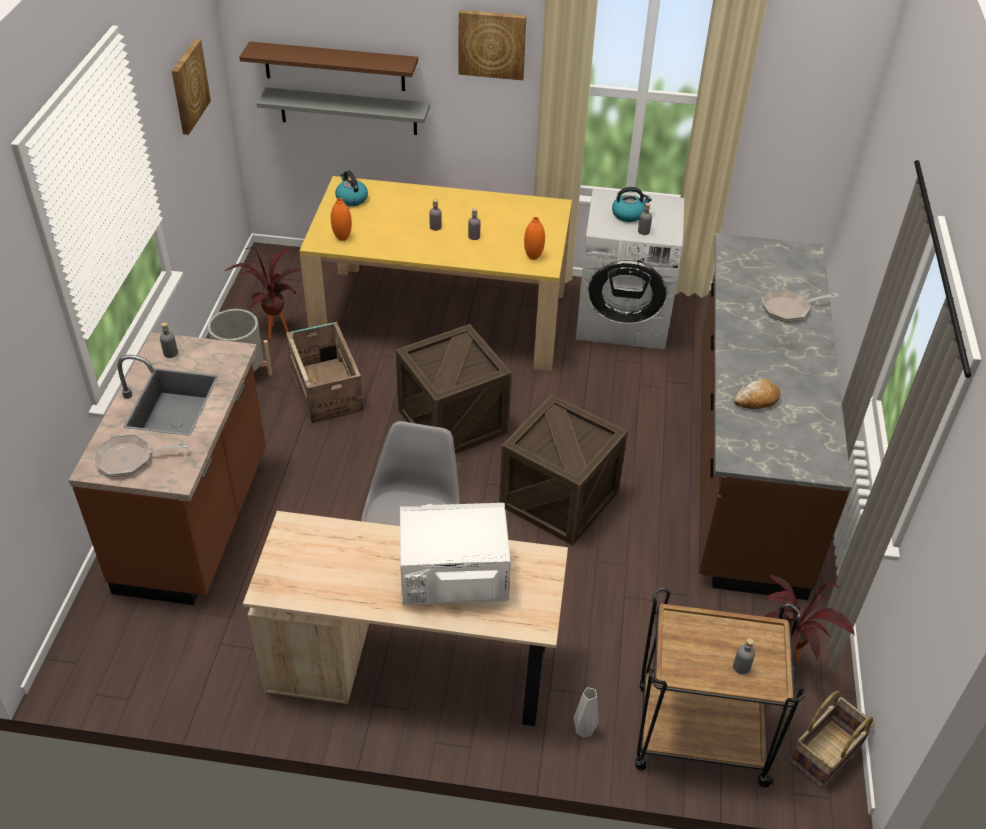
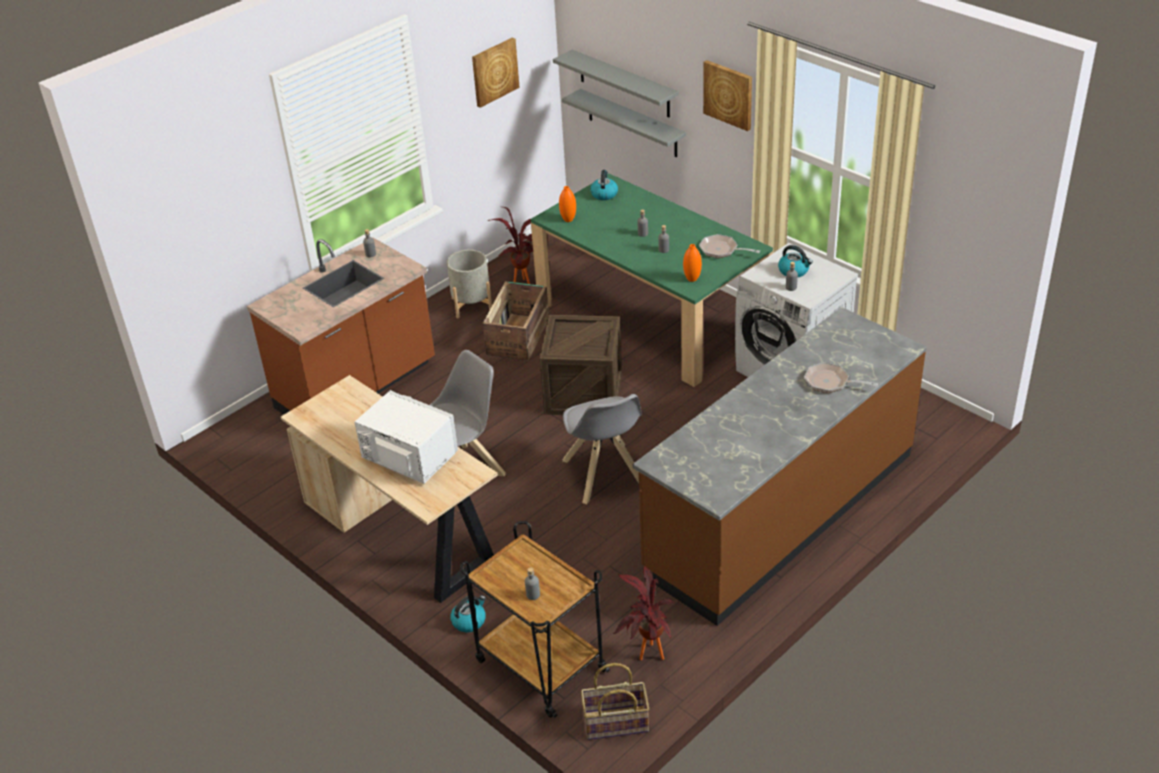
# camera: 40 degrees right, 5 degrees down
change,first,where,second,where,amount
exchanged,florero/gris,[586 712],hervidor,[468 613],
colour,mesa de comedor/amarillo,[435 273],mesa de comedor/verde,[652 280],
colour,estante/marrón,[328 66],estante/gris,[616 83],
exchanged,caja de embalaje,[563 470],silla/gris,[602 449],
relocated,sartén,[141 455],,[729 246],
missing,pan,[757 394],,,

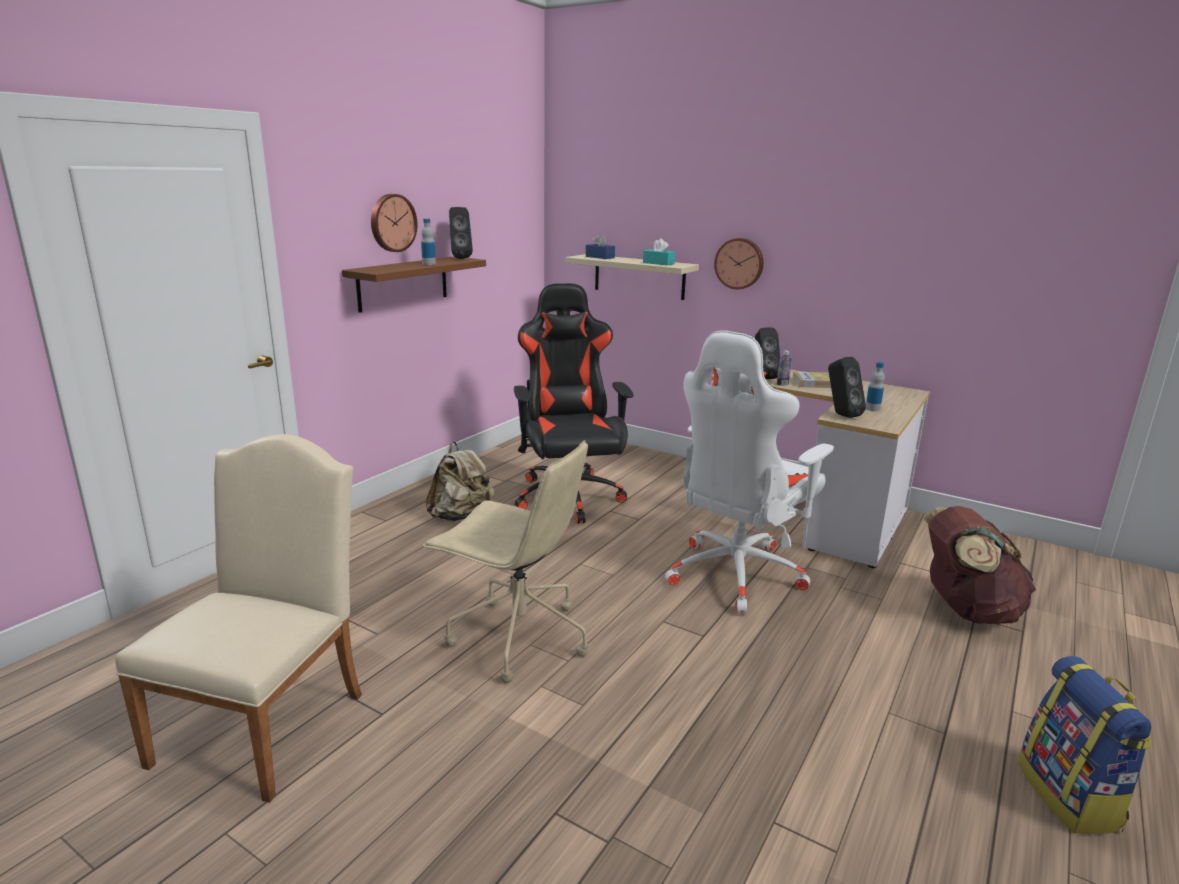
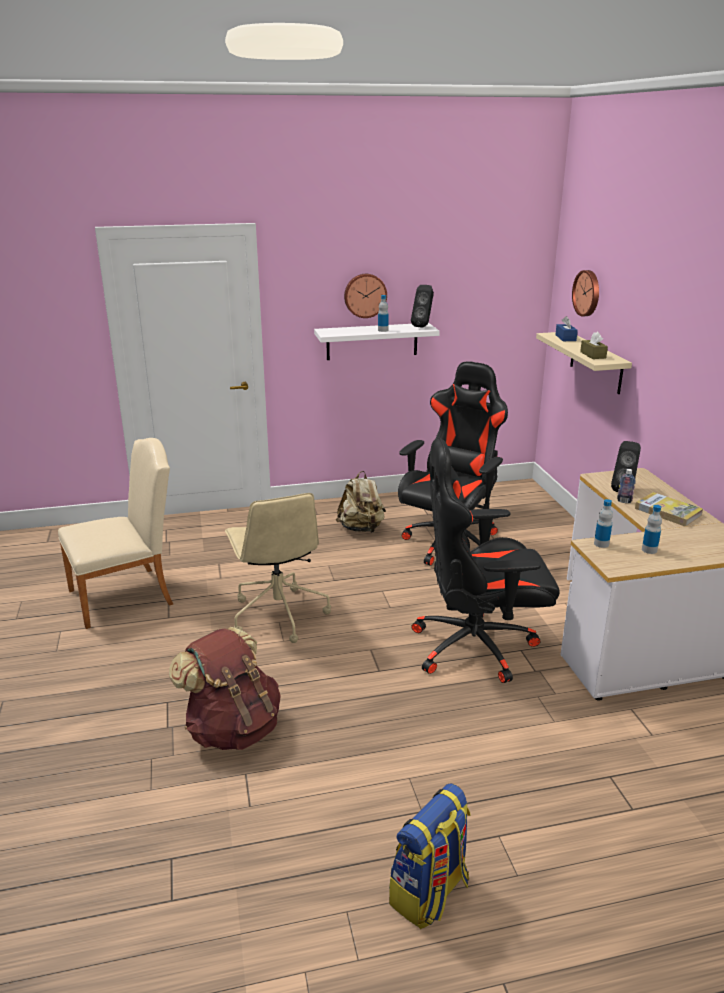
# camera: 45 degrees right, 5 degrees up
change,first,where,second,where,amount
relocated,mochila/marrón,[979 565],,[225 688],
colour,estante/marrón,[414 285],estante/blanco,[377 341],
colour,silla de oficina/blanco,[749 472],silla de oficina/negro,[485 560],
relocated,reloj de pared,[739 263],,[585 293],
colour,caja de pañuelos/turquesa,[659 251],caja de pañuelos/marrón,[594 345],
exchanged,altavoz/negro,[847 387],botella,[603 523],

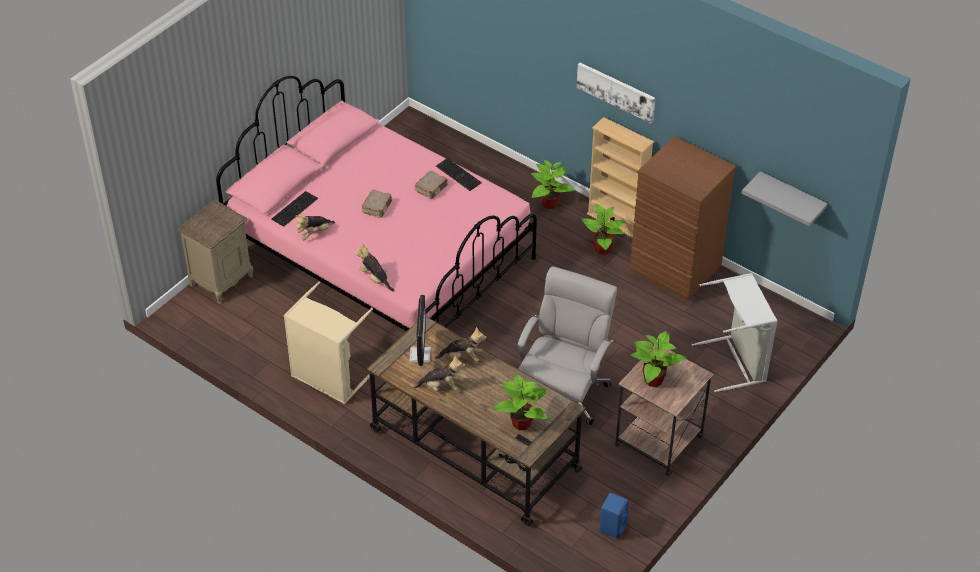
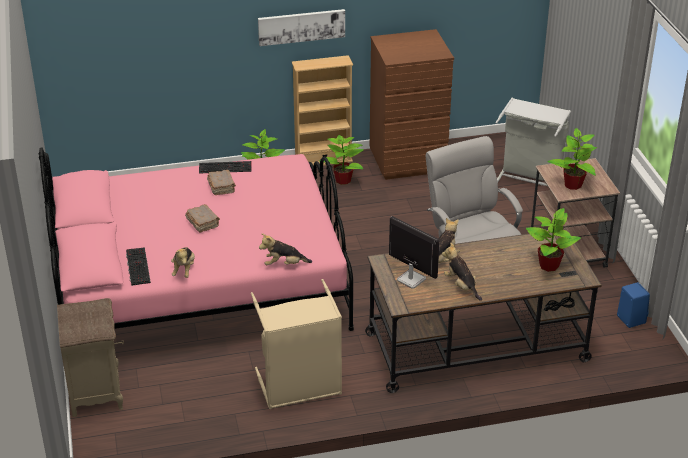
# camera: 50 degrees left, 10 degrees down
change,first,where,second,where,amount
spun,peluche,[439 374],,[462 271],75 degrees counterclockwise
missing,estante/gris,[785 198],,,

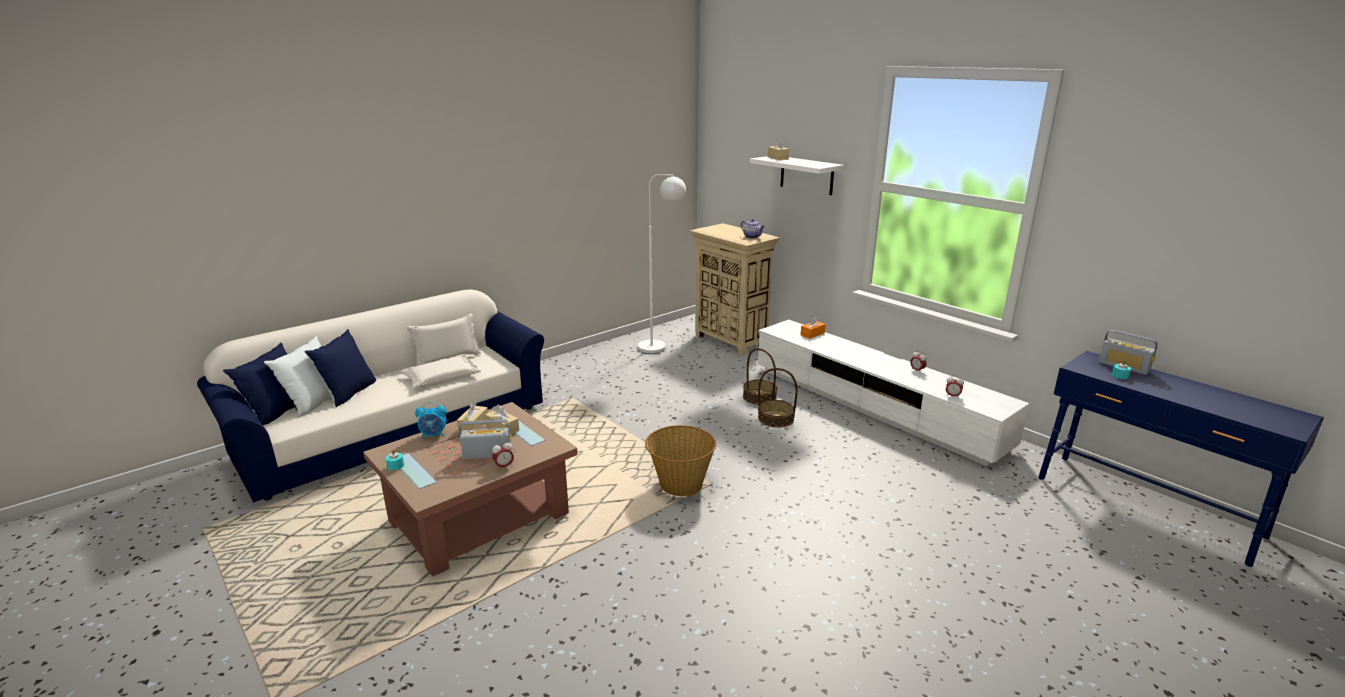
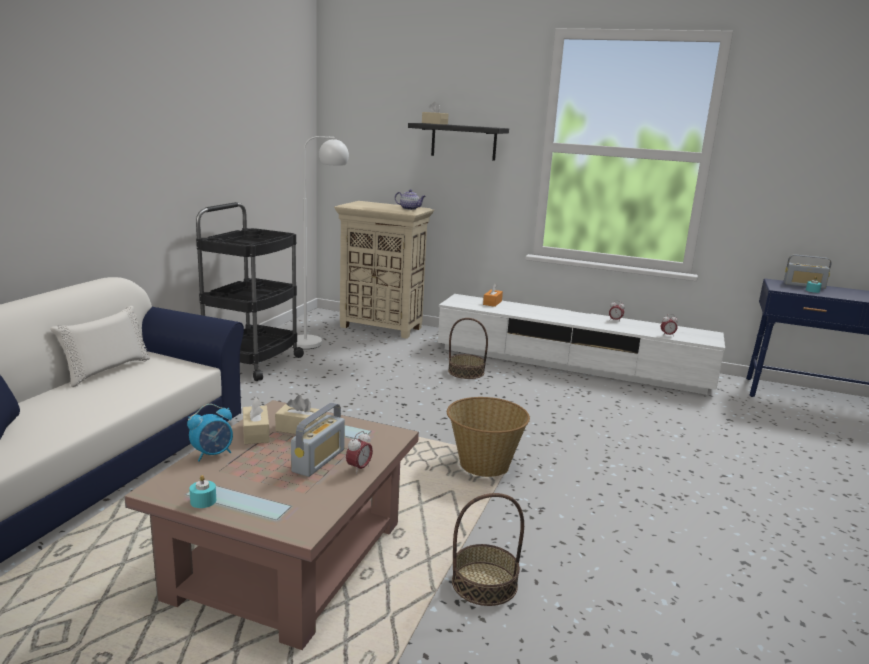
# camera: 30 degrees left, 5 degrees down
change,first,where,second,where,amount
appeared,,,carrito/negro,[250 291],
spun,radio,[485 439],,[318 440],150 degrees clockwise
colour,estante/blanco,[797 175],estante/negro,[458 142],
relocated,cesta,[778 398],,[488 549],
missing,cojín/blanco,[440 372],,,

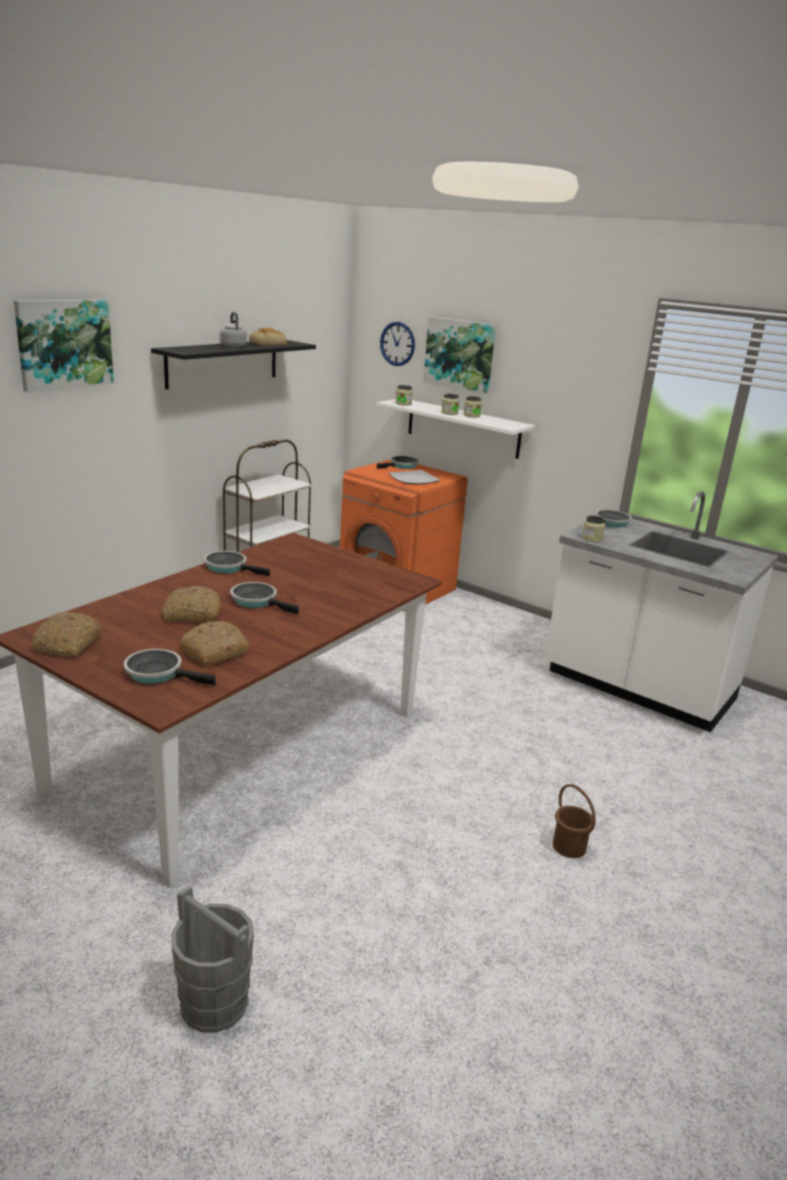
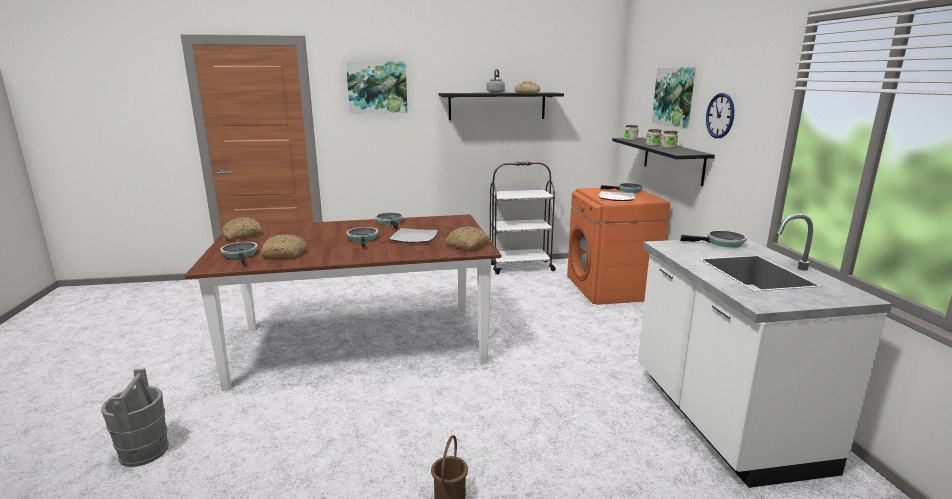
# camera: 45 degrees right, 5 degrees down
change,first,where,second,where,amount
appeared,,,plato,[413 235],
relocated,pan,[191 604],,[467 238],
colour,estante/blanco,[456 429],estante/negro,[663 162],
relocated,reloj de pared,[397 344],,[720 115],
missing,tarro,[593 529],,,

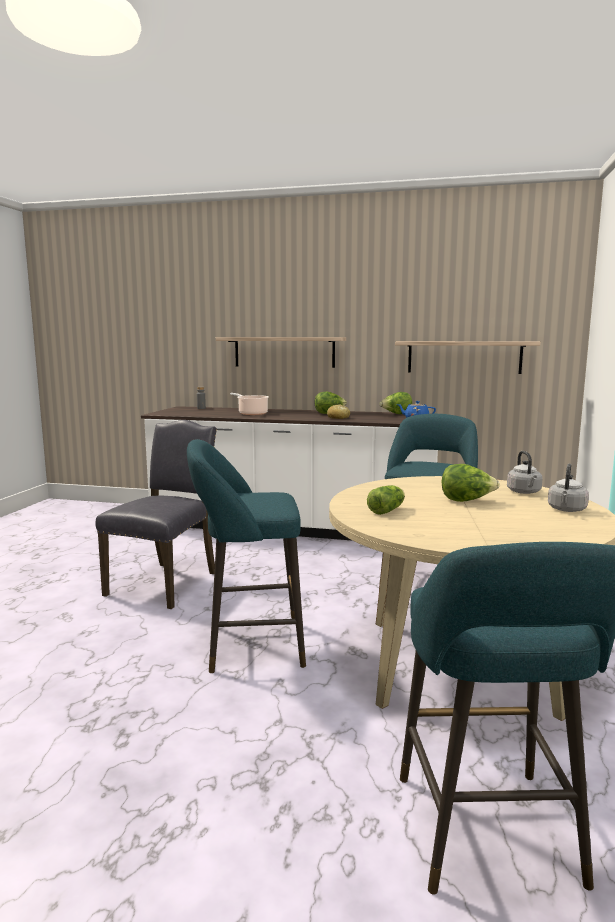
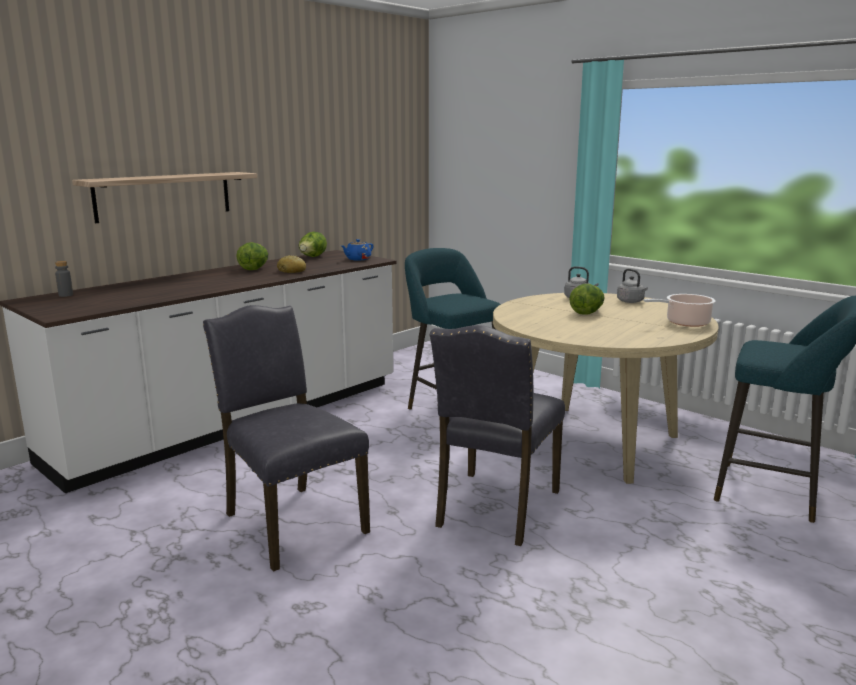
# camera: 60 degrees left, 5 degrees up
change,first,where,second,where,amount
exchanged,taburete/turquesa,[246 556],silla/gris,[497 435],
relocated,olla,[249 404],,[679 310],
missing,lechuga,[386 500],,,
missing,estante,[467 357],,,

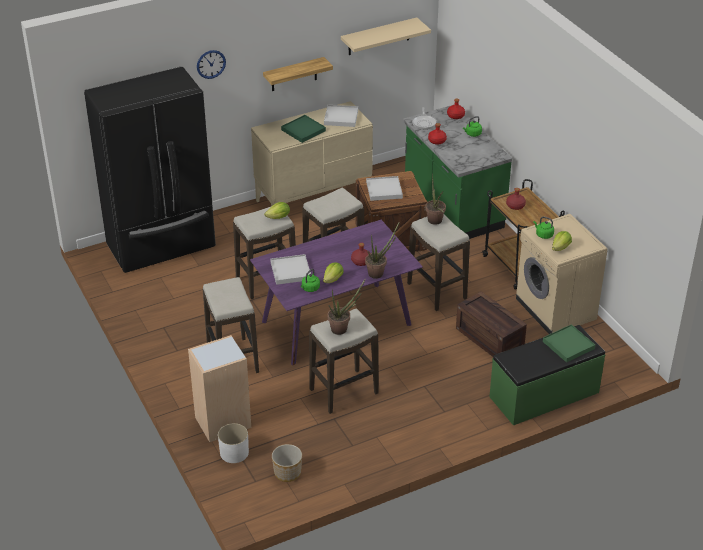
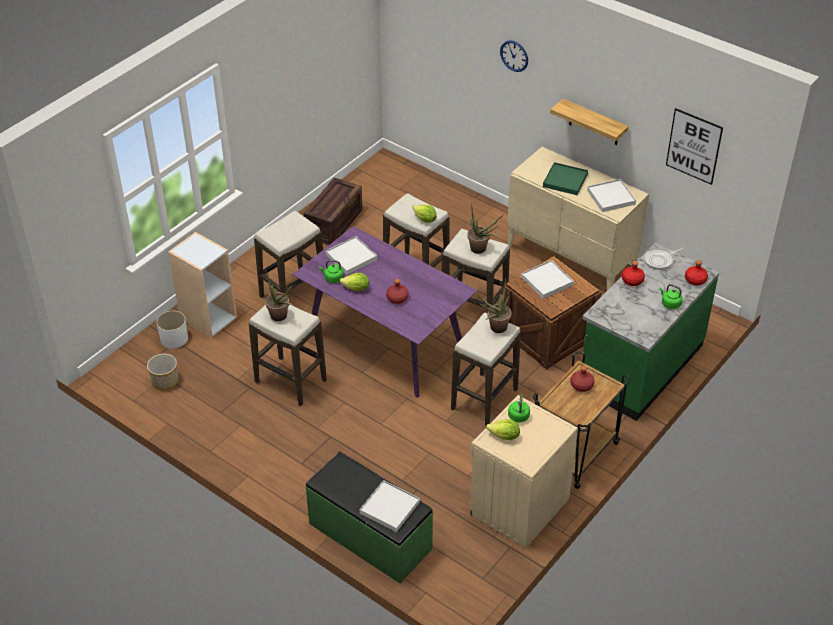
# camera: 65 degrees right, 5 degrees up
change,first,where,second,where,amount
relocated,caja de embalaje,[491 324],,[332 211],
colour,bandeja/verde,[569 343],bandeja/blanco,[390 506],
relocated,planta en maceta,[382 250],,[486 228],
exchanged,estante/beis,[386 36],cuadro,[694 146],
missing,nevera/negro,[150 170],,,

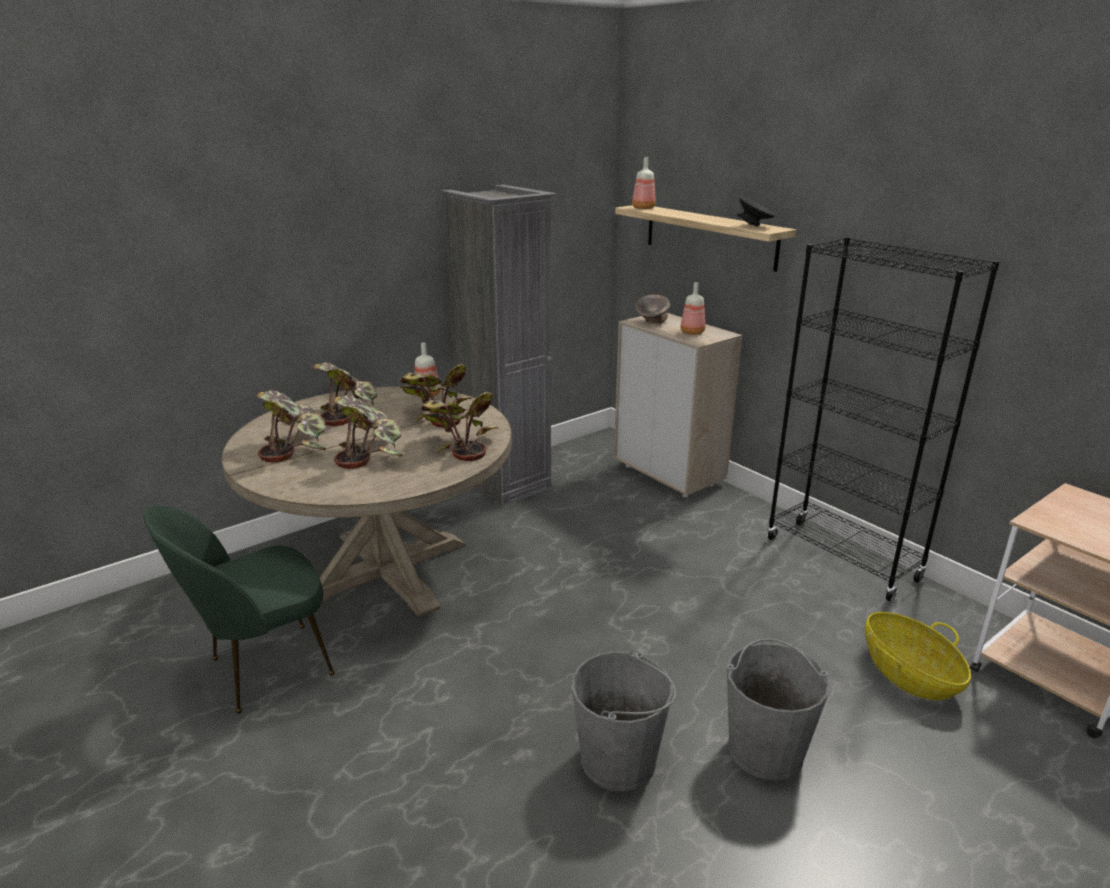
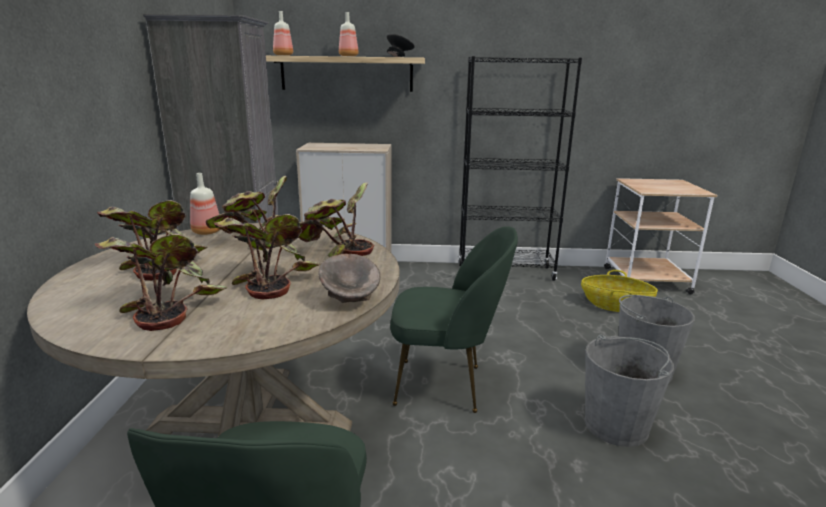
# camera: 50 degrees left, 5 degrees down
change,first,where,second,where,amount
relocated,cuenco/gris,[652 309],,[349 278],
relocated,botella,[692 308],,[349 34],
appeared,,,silla/verde,[454 319],

